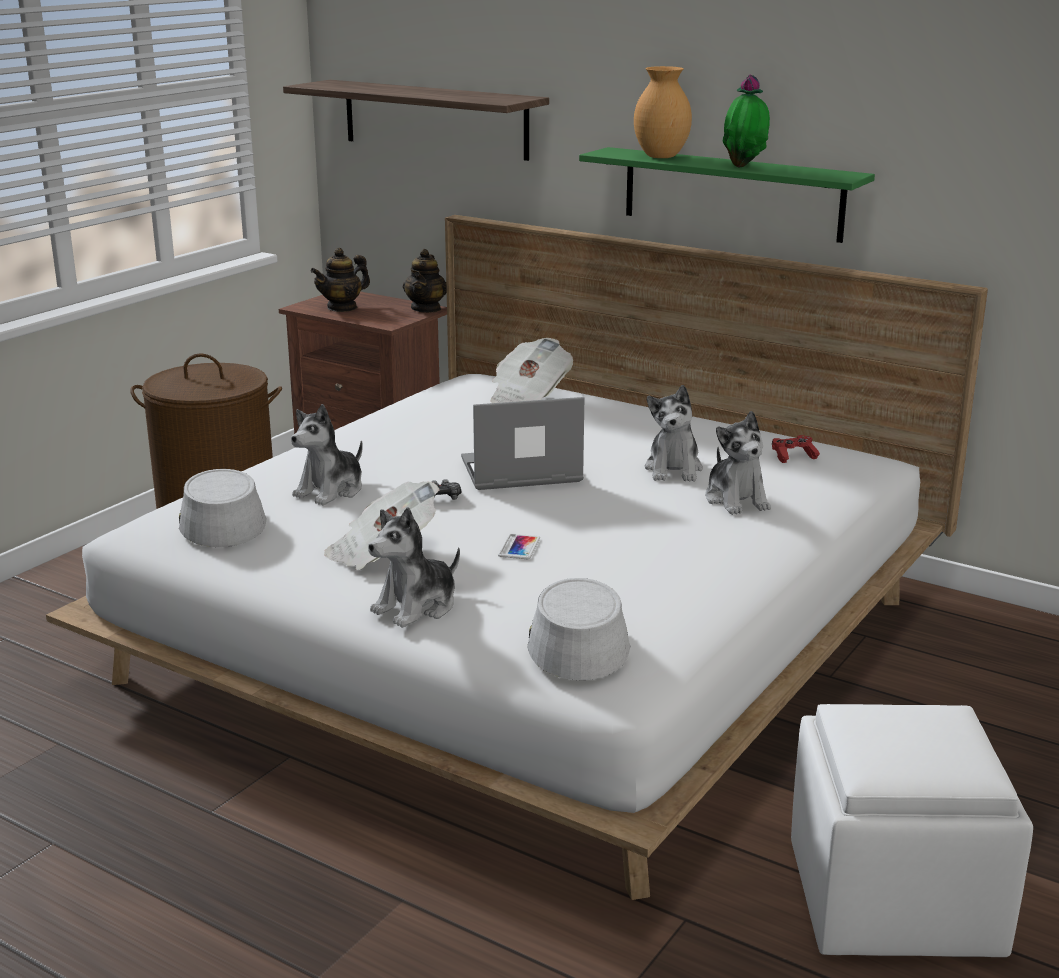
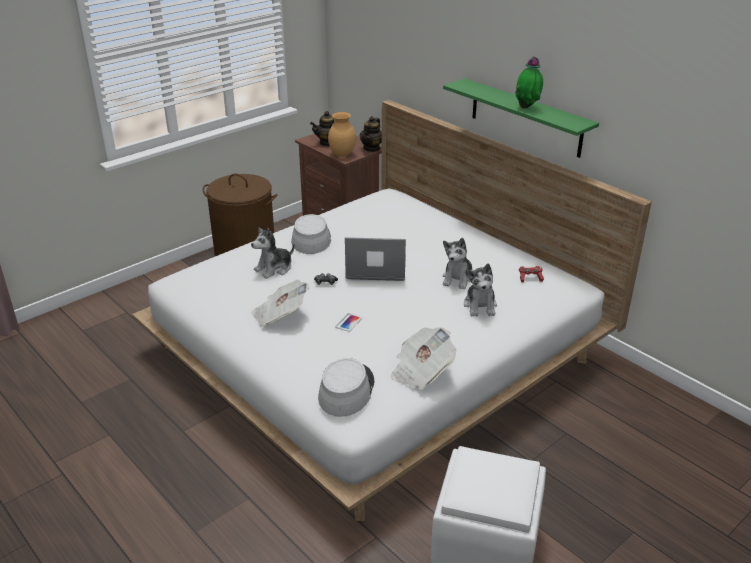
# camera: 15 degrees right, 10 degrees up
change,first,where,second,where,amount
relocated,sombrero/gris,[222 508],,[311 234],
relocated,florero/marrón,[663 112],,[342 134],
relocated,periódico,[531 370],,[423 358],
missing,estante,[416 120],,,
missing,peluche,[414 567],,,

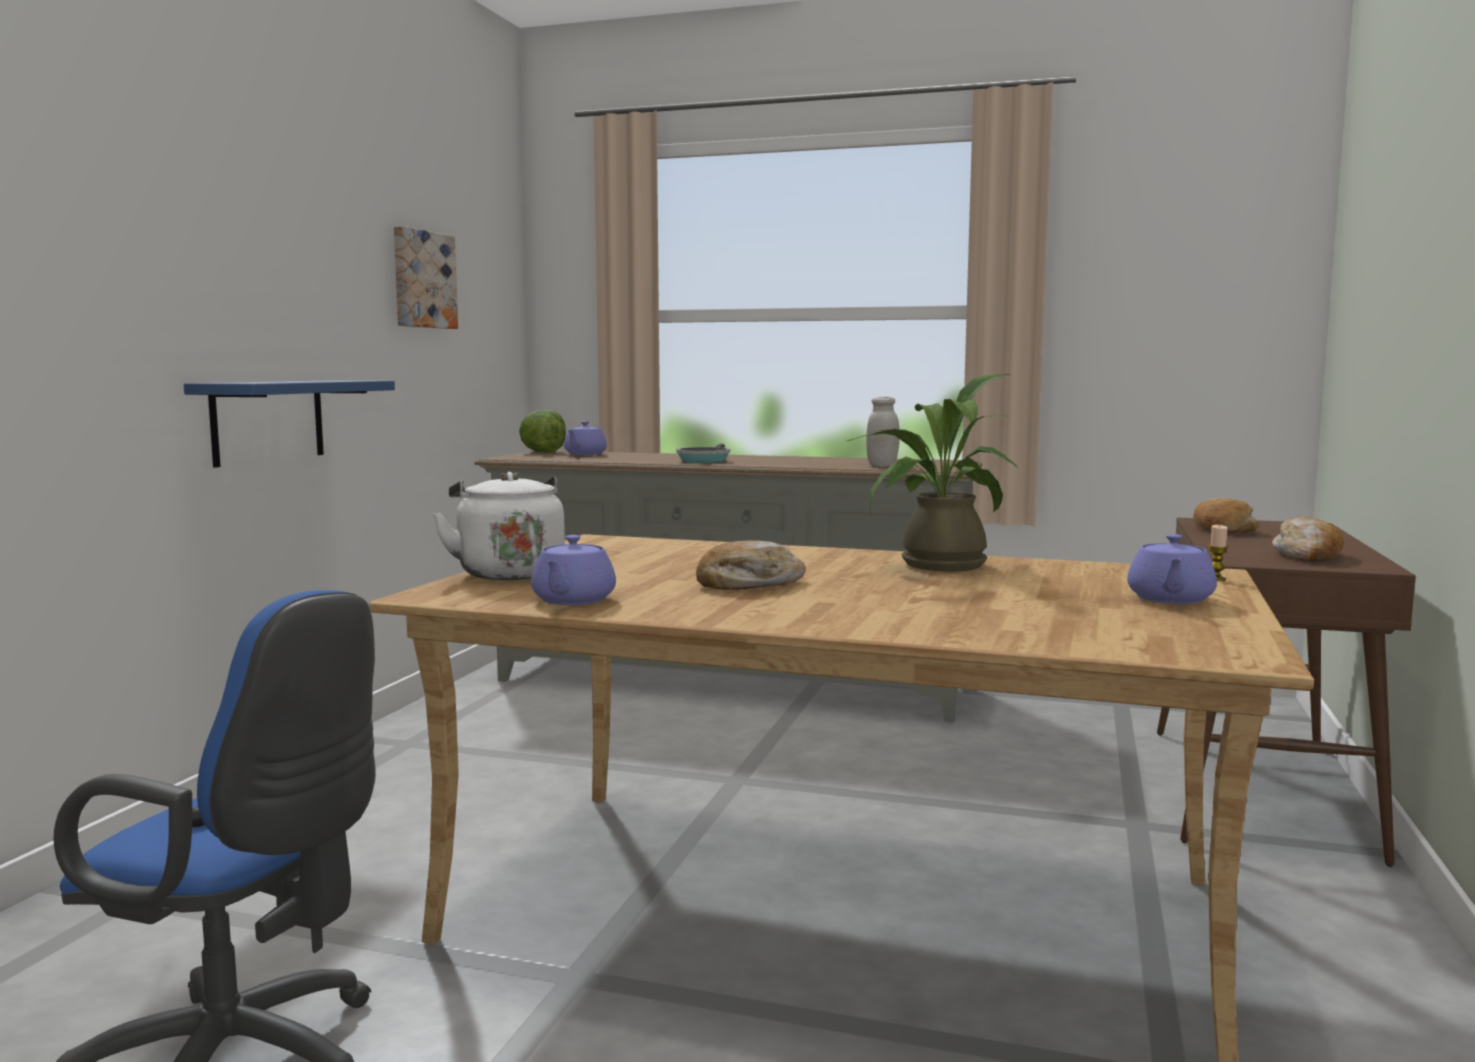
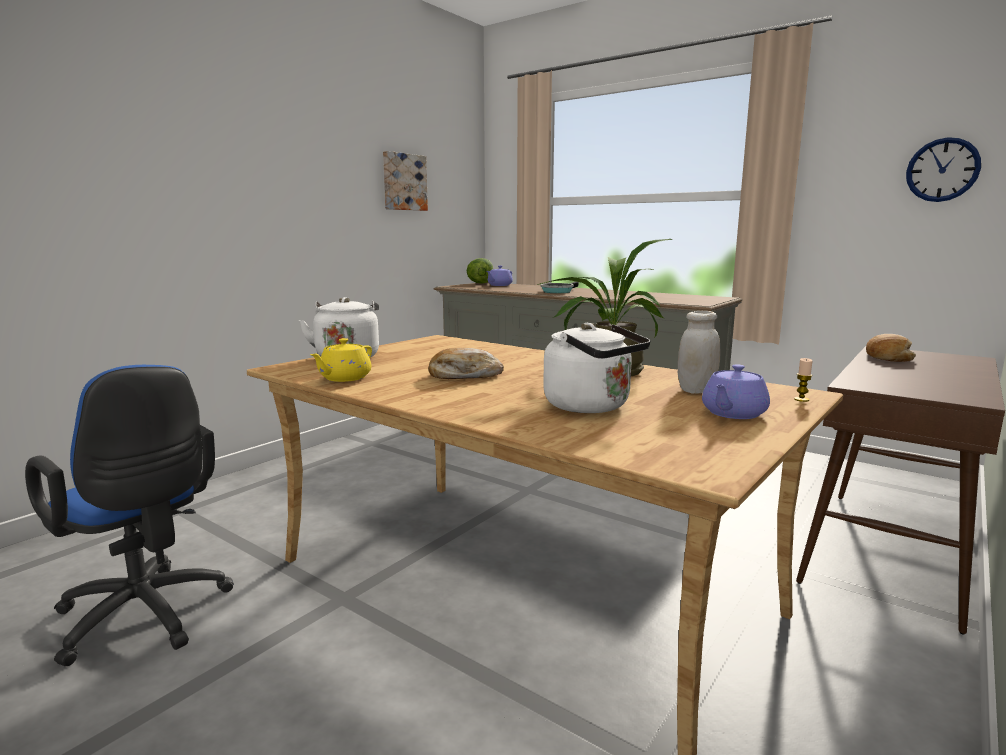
# camera: 20 degrees right, 5 degrees up
change,first,where,second,where,amount
colour,tetera/morado,[573 570],tetera/amarillo,[341 360],
appeared,,,hervidor/blanco,[596 368],
relocated,tarro/blanco,[883 432],,[699 352],
appeared,,,reloj de pared,[943 169],
missing,estante/azul,[289 424],,,
missing,pan,[1308 539],,,

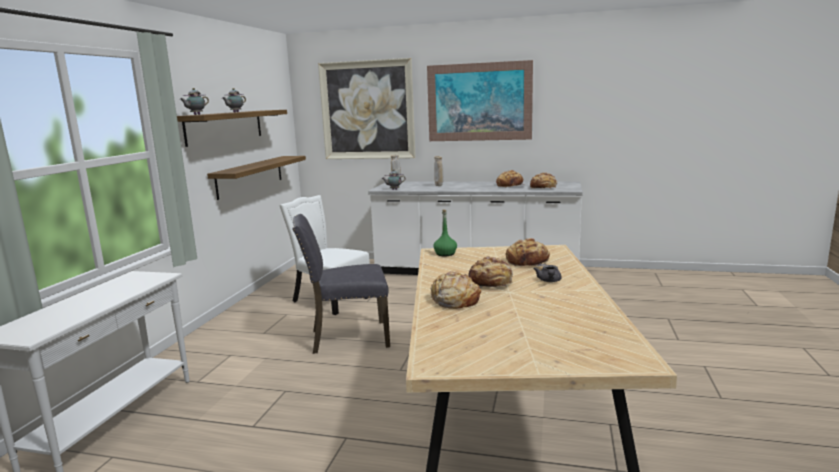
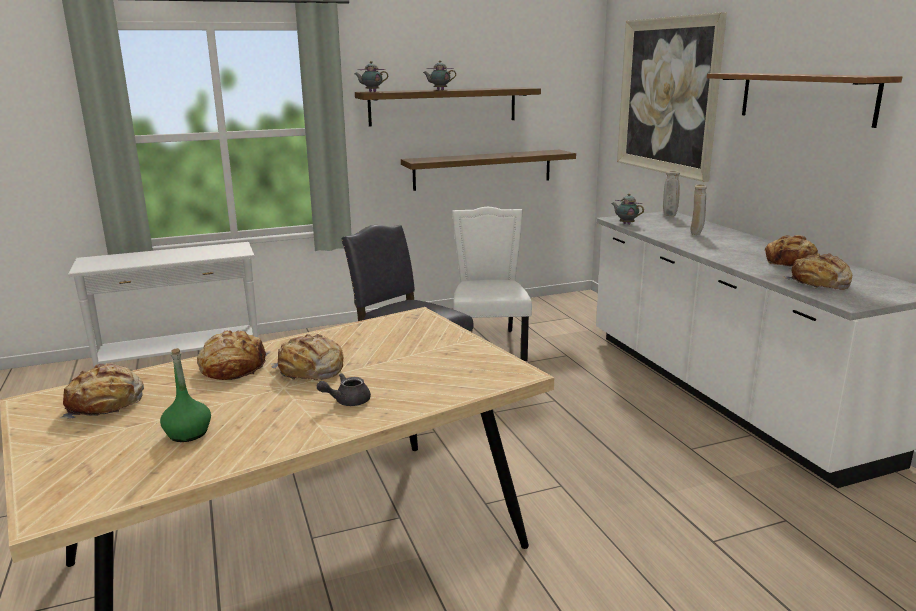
# camera: 55 degrees right, 5 degrees up
change,first,where,second,where,amount
relocated,pan,[528 252],,[102 391],
relocated,botella/verde,[445 233],,[185 395],
exchanged,cuadro,[480 100],estante,[804 100],

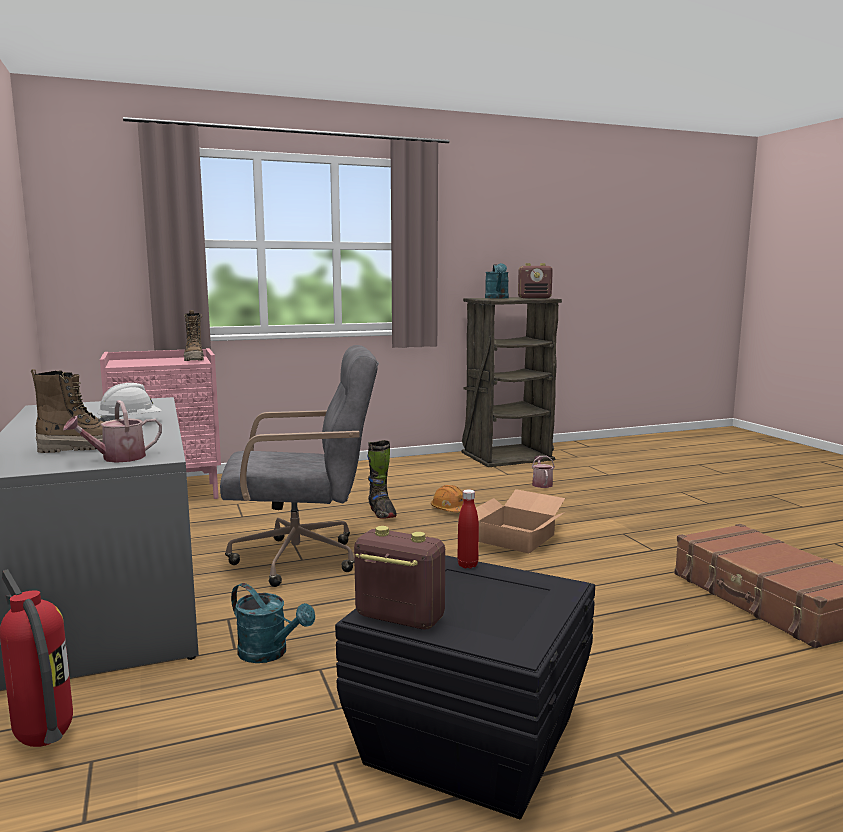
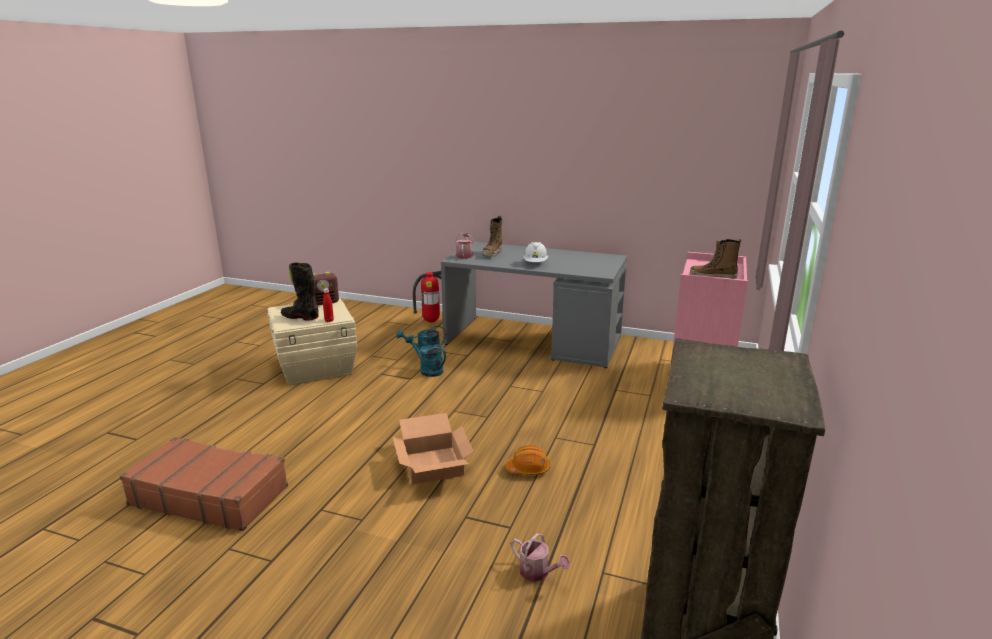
# camera: 130 degrees right, 10 degrees up
change,first,where,second,where,amount
colour,caja de almacenaje/negro,[465 687],caja de almacenaje/beis,[312 342],
relocated,bota/negro,[382 479],,[300 291],
relocated,regadera/turquesa,[497 280],,[425 356],
missing,silla de oficina/gris,[299 466],,,
missing,radio,[535 281],,,

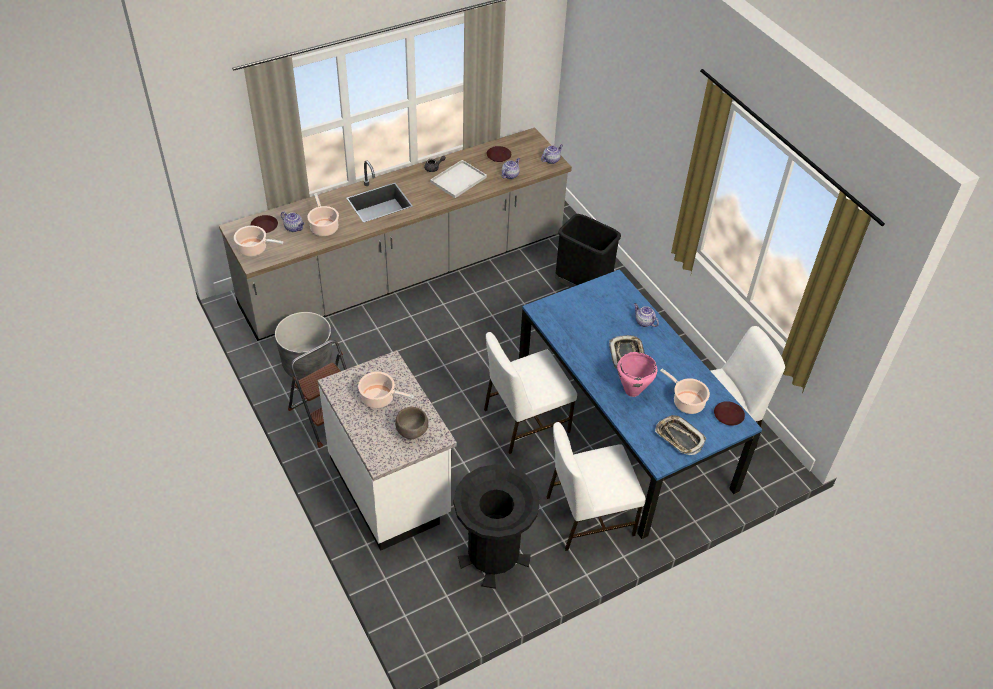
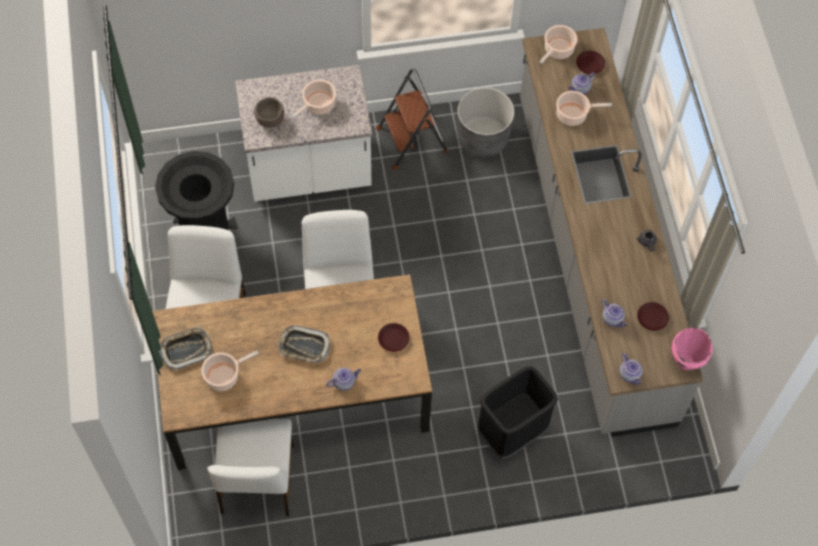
# camera: 110 degrees right, 15 degrees up
change,first,where,second,where,amount
colour,mesa de comedor/azul,[641 404],mesa de comedor/marrón,[292 372],
relocated,plato/marrón,[729 413],,[394 337],
relocated,olla/rosa,[637 374],,[692 348],
missing,bandeja/blanco,[458 179],,,

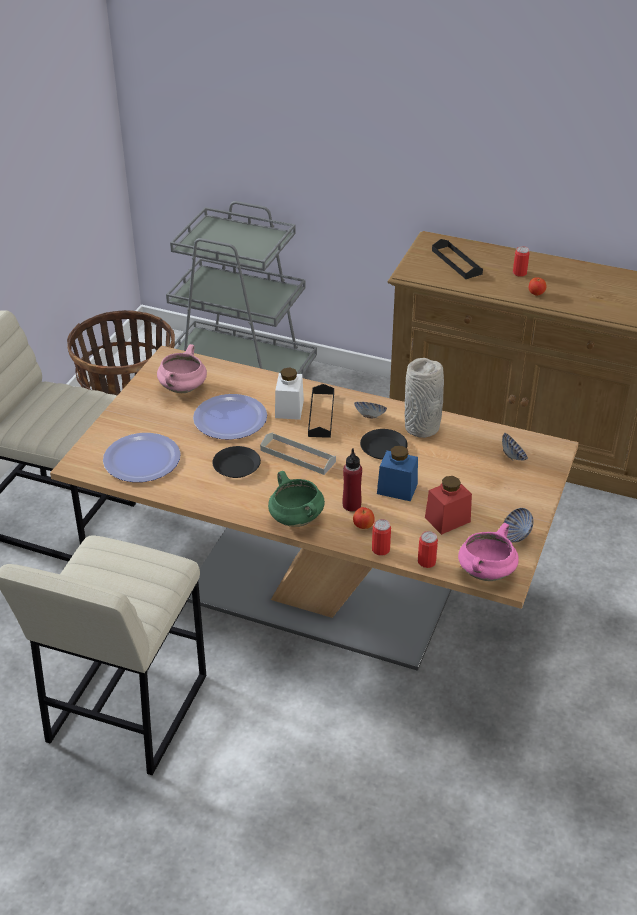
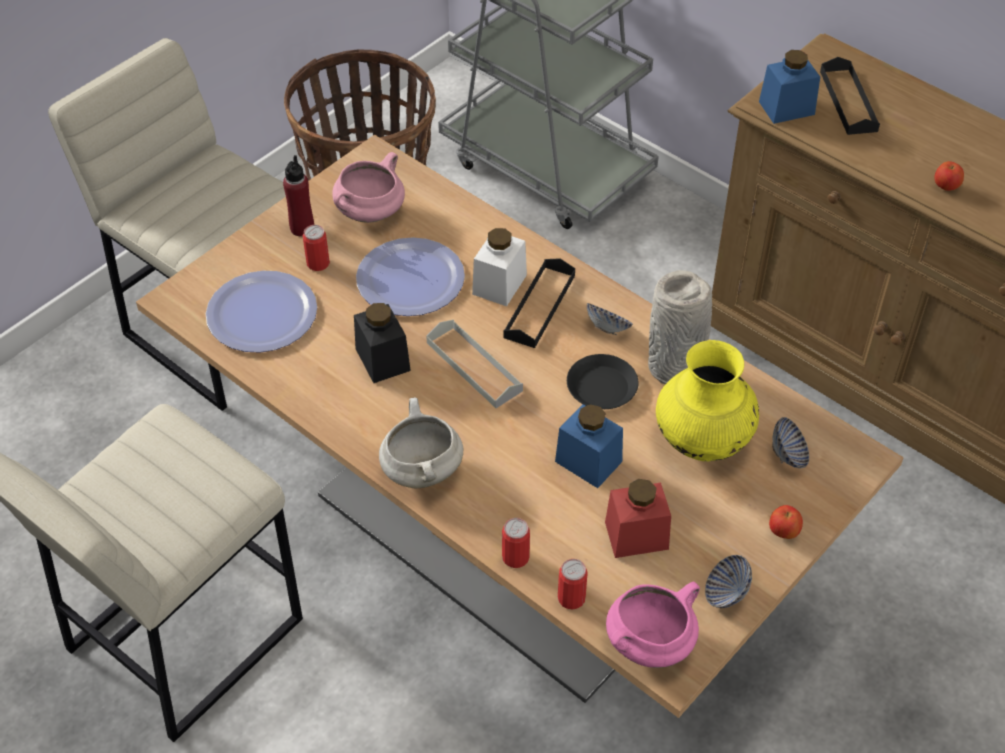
# camera: 20 degrees right, 10 degrees up
change,first,where,second,where,amount
relocated,botella/rojo,[352 480],,[298 196],
relocated,lata,[521 261],,[316 248],
exchanged,plato/negro,[236 462],tarro/negro,[382 343],
colour,olla/verde,[296 499],olla/blanco,[421 443],
appeared,,,florero/amarillo,[707 401],
appeared,,,tarro/azul,[789 87],
relocated,manzana,[364 518],,[786 522],

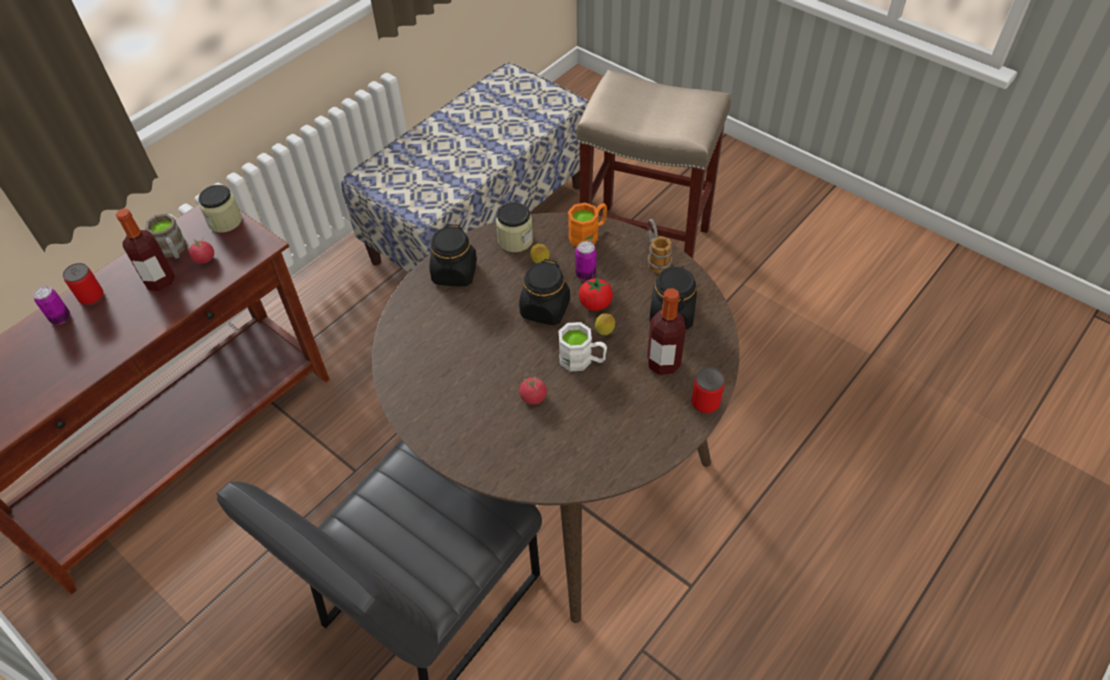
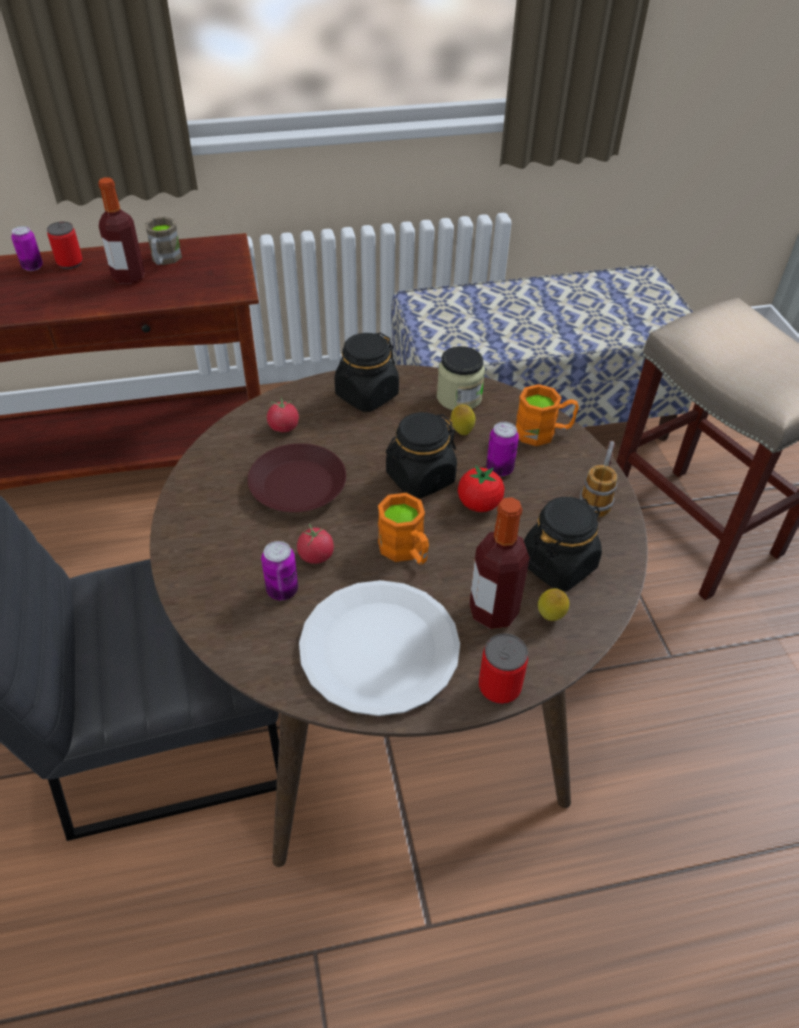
# camera: 35 degrees right, 5 degrees down
change,first,where,second,where,amount
appeared,,,plato/marrón,[297 477],
appeared,,,lata,[279 570],
relocated,tomate,[201 251],,[283 414],
appeared,,,plato/blanco,[379 648],
colour,taza grande/blanco,[582 347],taza grande/naranja,[403 529],
relocated,limón,[605 324],,[553 604],
missing,tarro,[220 209],,,

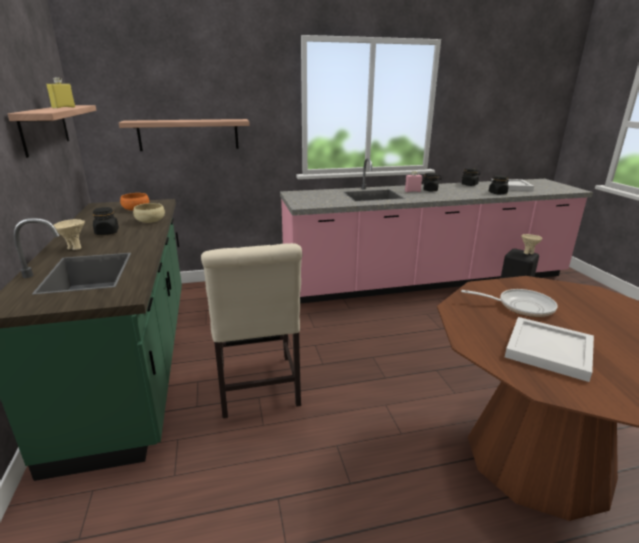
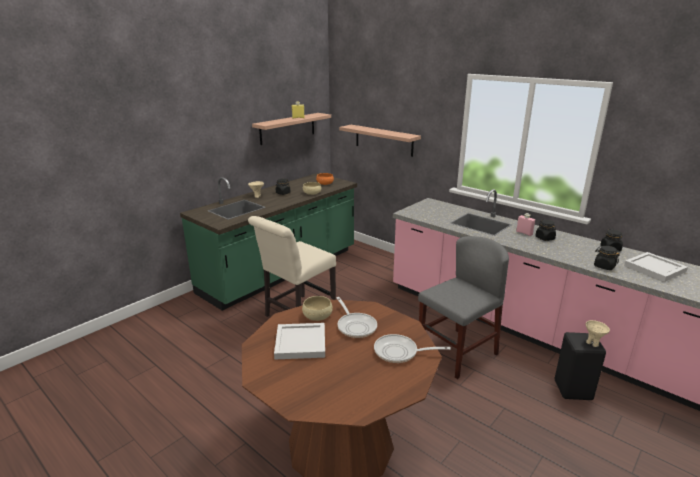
# camera: 55 degrees right, 0 degrees up
change,first,where,second,where,amount
appeared,,,cuenco/beis,[317 308],
appeared,,,sartén,[412 348],
appeared,,,silla/gris,[463 307],

